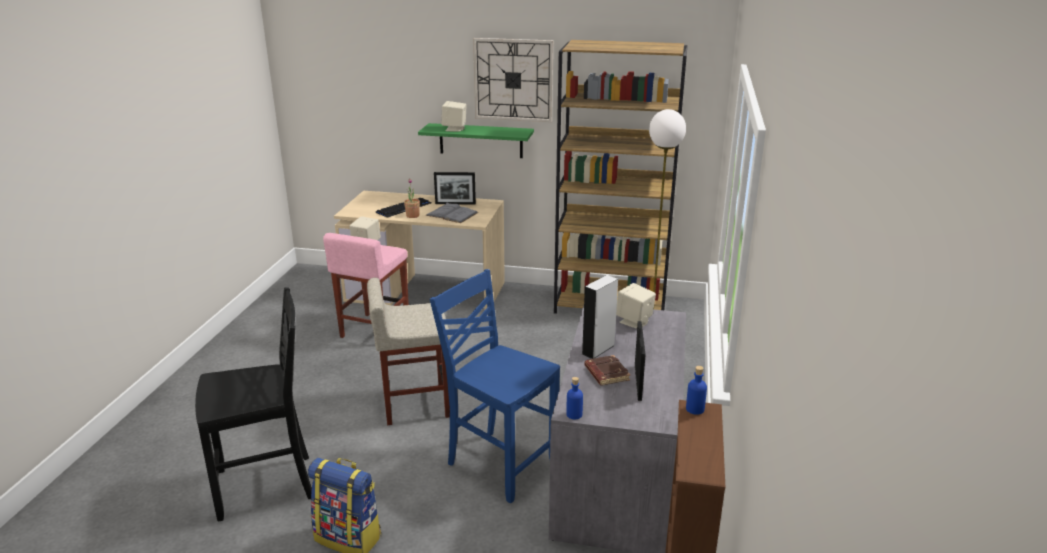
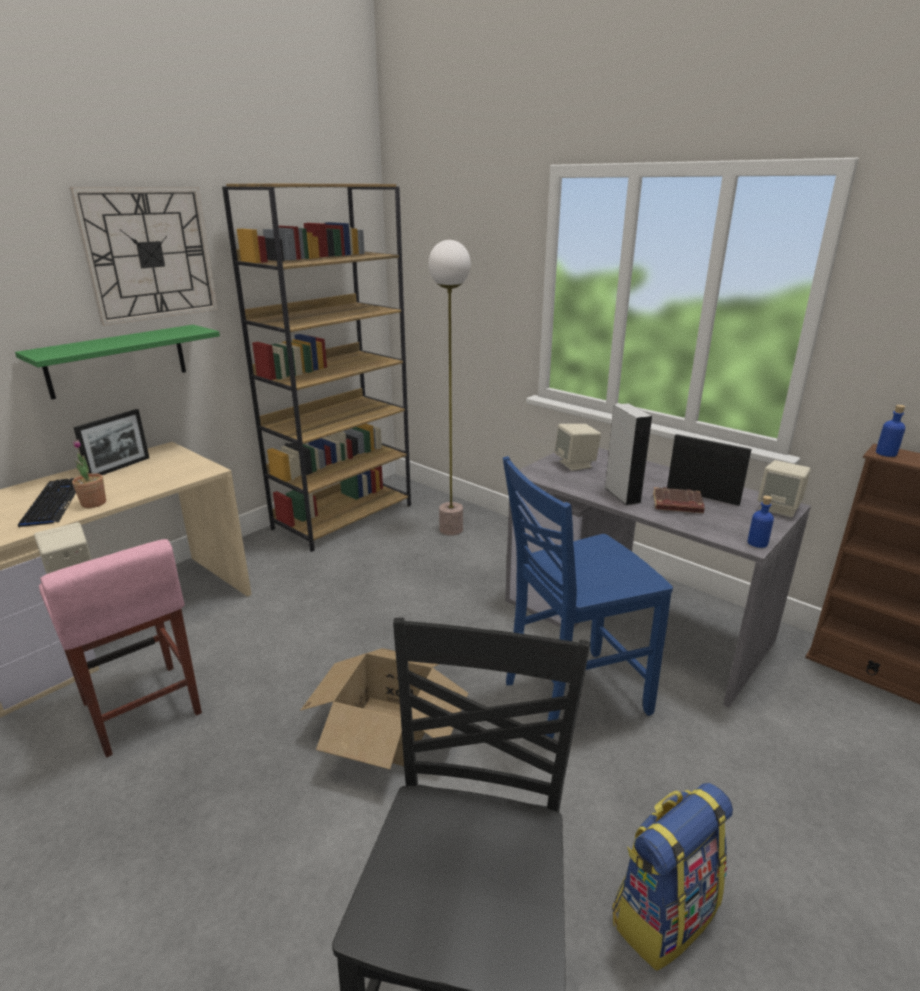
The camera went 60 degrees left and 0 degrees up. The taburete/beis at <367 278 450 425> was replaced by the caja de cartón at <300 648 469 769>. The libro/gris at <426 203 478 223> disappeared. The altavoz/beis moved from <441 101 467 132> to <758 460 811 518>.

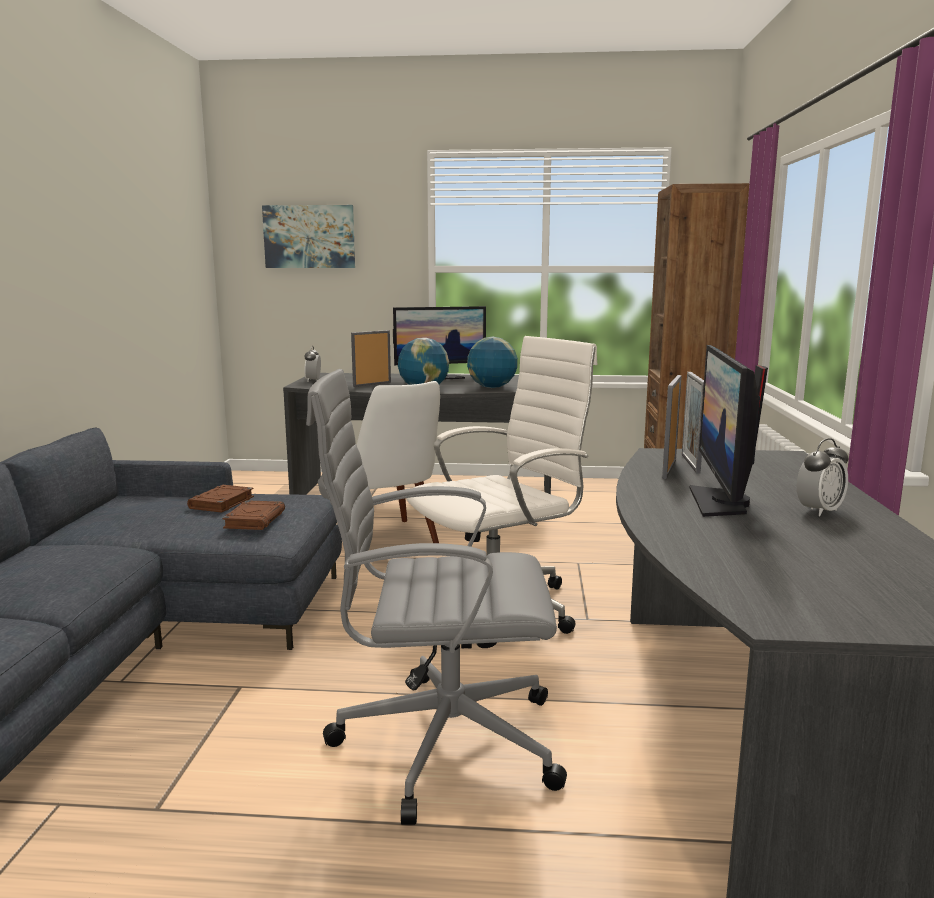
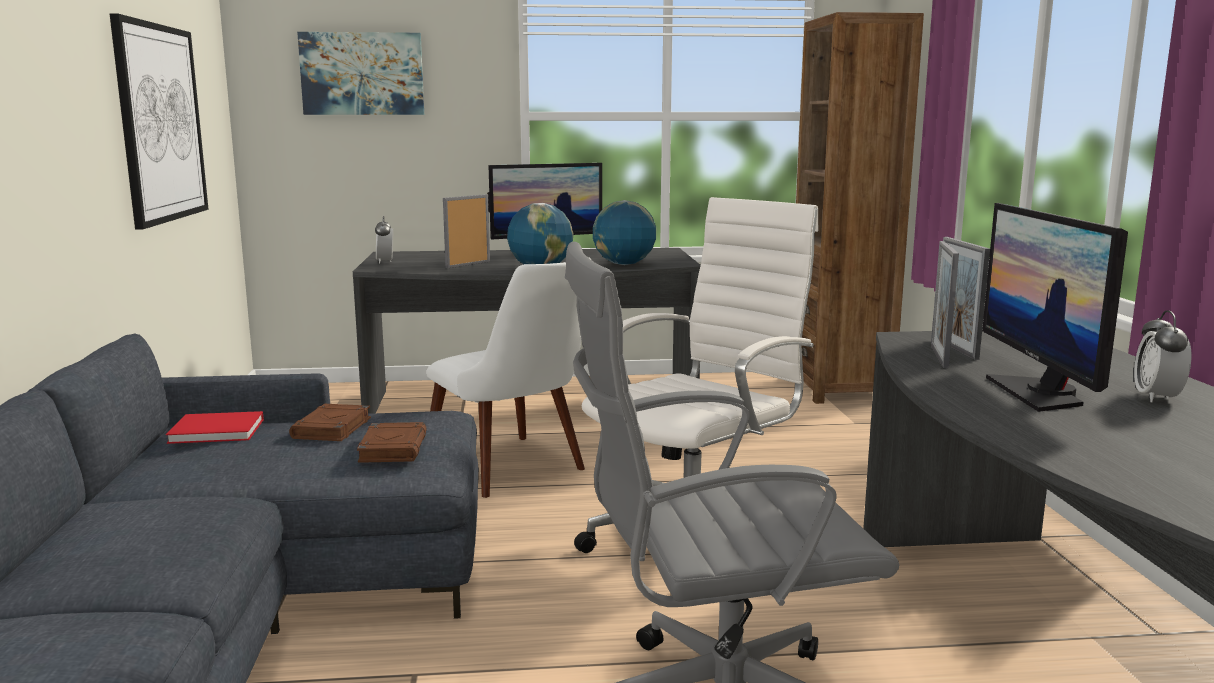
The camera went 10 degrees left and 0 degrees up. The despertador at <797 438 848 516> turned 150 degrees clockwise. The cuadro at <109 13 208 229> appeared. The libro/rojo at <166 411 264 444> appeared.

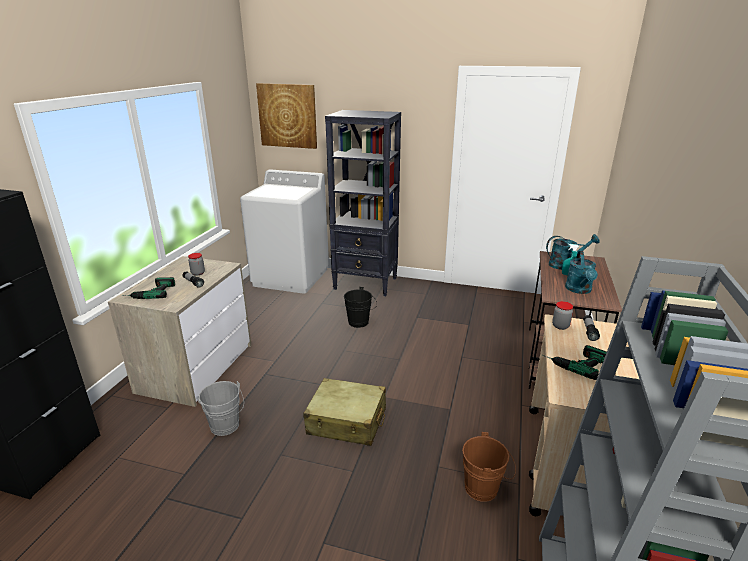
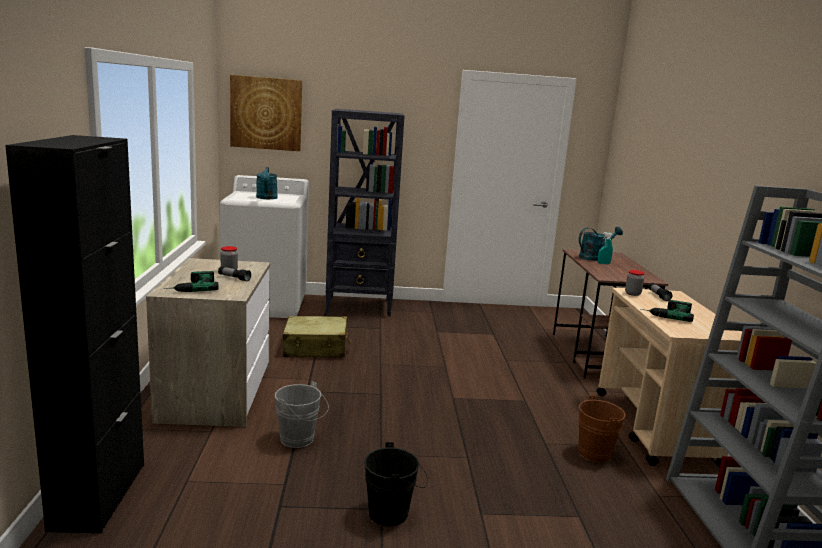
The camera went 20 degrees left and 10 degrees down. The maleta/beis moved from <303 378 386 446> to <283 316 351 357>. The cubo/negro moved from <344 287 377 328> to <364 442 428 526>. The regadera/turquesa moved from <565 251 598 294> to <256 167 278 199>.

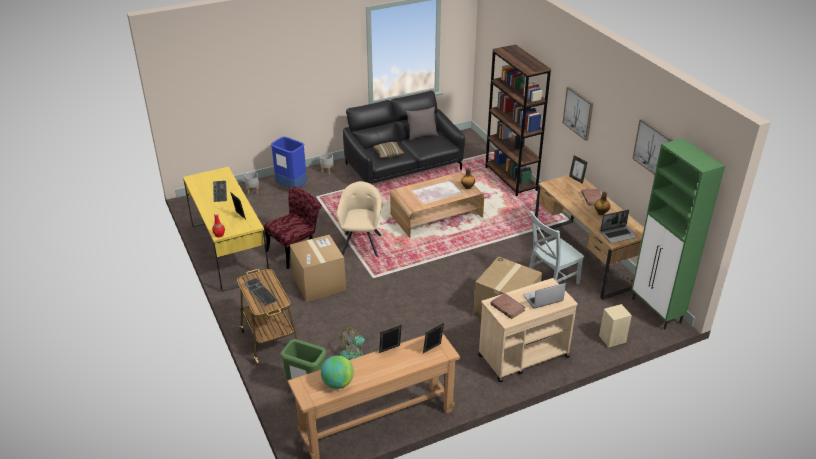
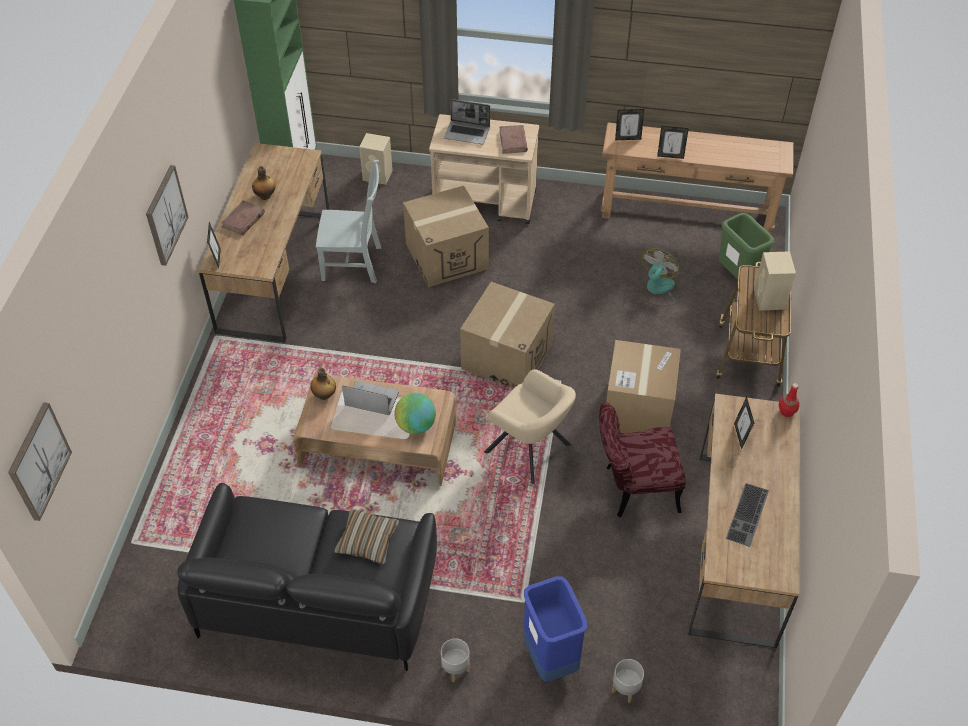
The camera went 145 degrees left and 15 degrees up. The escritorio/amarillo at <183 167 270 292> became the escritorio/marrón at <689 394 800 649>. The teclado at <243 278 278 306> was replaced by the altavoz/beis at <754 251 796 310>. The globo terráqueo moved from <321 356 354 389> to <394 393 436 434>. The sillón/beis at <336 181 381 257> turned 90 degrees counterclockwise. The ventilador at <340 327 372 360> turned 60 degrees counterclockwise. The cojín/gris at <406 107 438 141> disappeared. The estantería/marrón at <485 44 551 196> disappeared. The portátil moved from <600 210 637 243> to <342 381 399 415>. The cuadro moved from <632 119 672 175> to <8 402 72 521>. The caja de cartón at <460 282 555 389> appeared.

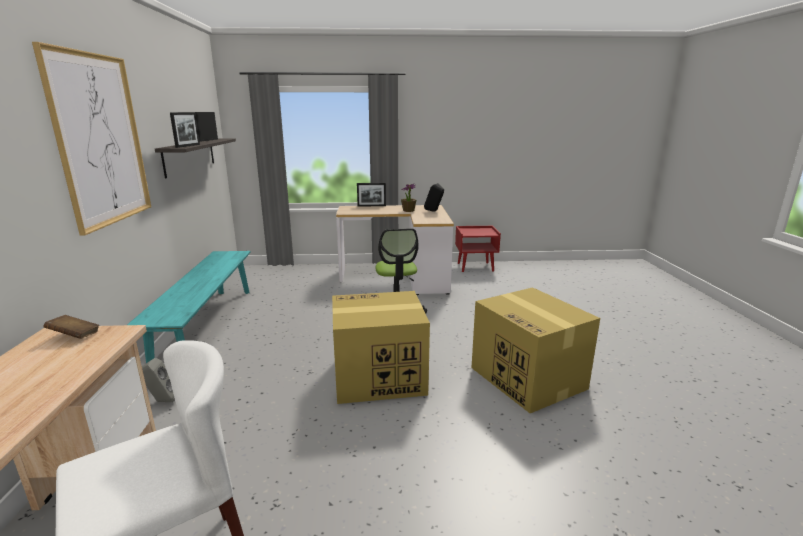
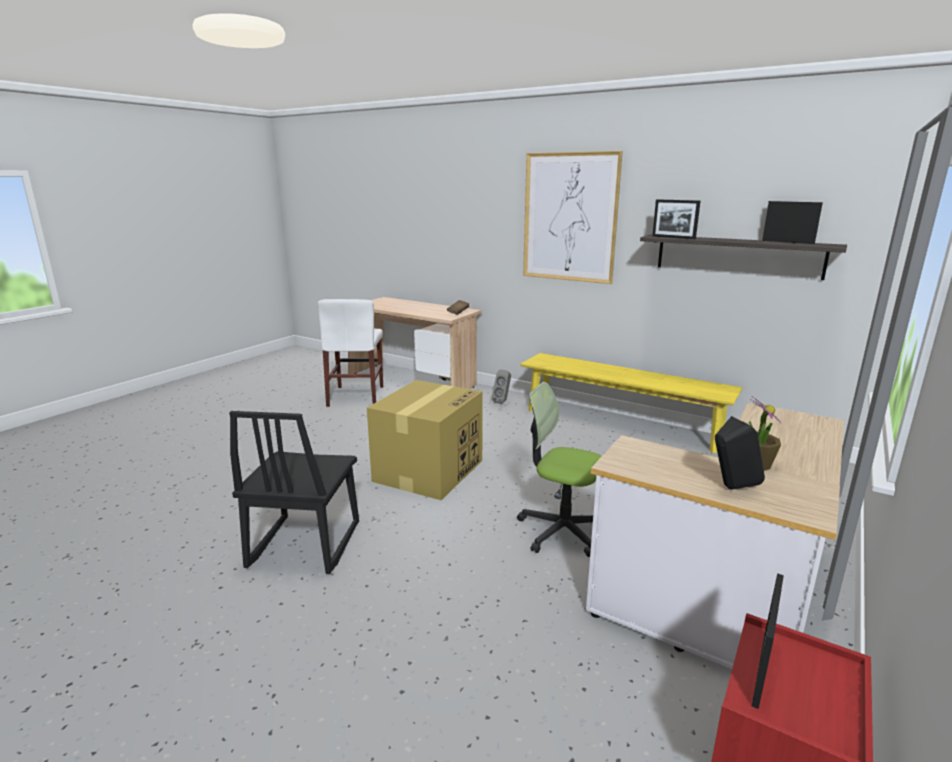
The camera went 125 degrees right and 0 degrees up. The banco/turquesa at <127 251 250 363> became the banco/amarillo at <520 353 743 453>. The portarretratos moved from <357 183 386 207> to <752 573 784 709>. The caja de cartón at <471 287 600 413> was replaced by the silla/negro at <229 411 359 574>.

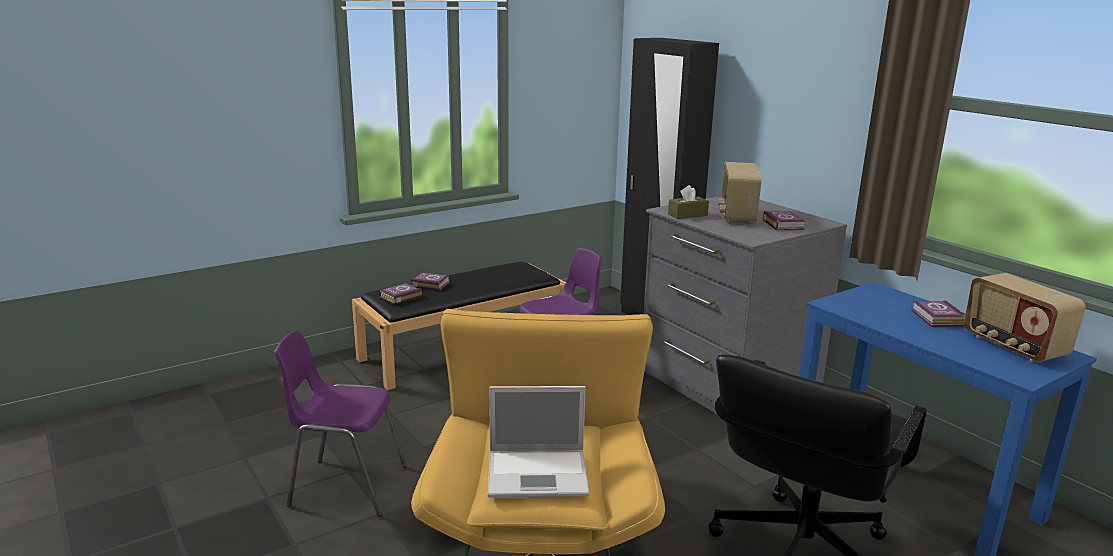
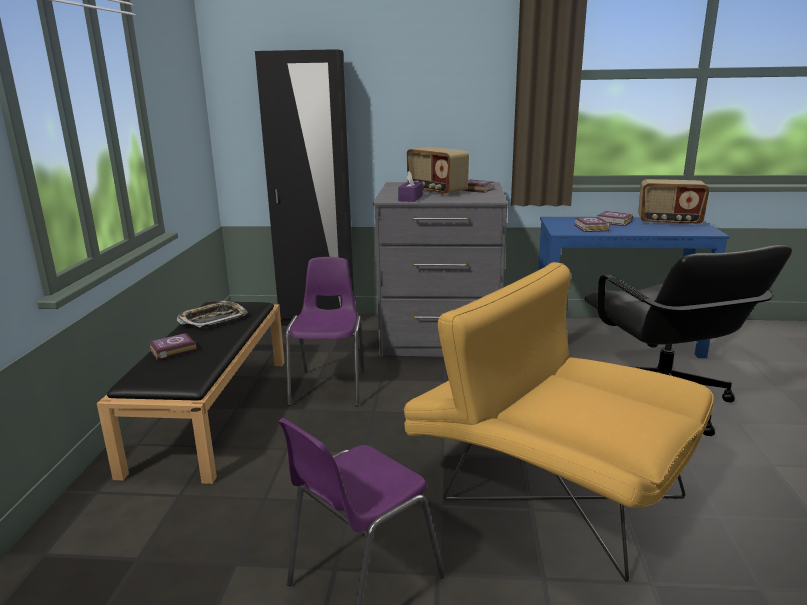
The camera went 50 degrees left and 0 degrees up. The libro moved from <380 283 422 305> to <574 217 610 232>. The portátil at <488 386 589 497> disappeared. The caja de pañuelos/marrón at <668 185 709 219> became the caja de pañuelos/morado at <398 171 423 202>. The bandeja at <177 301 248 327> appeared.

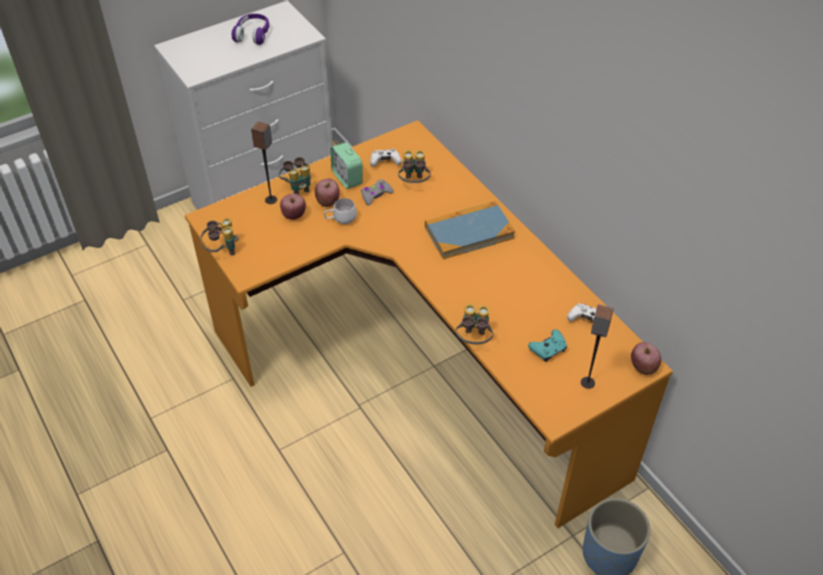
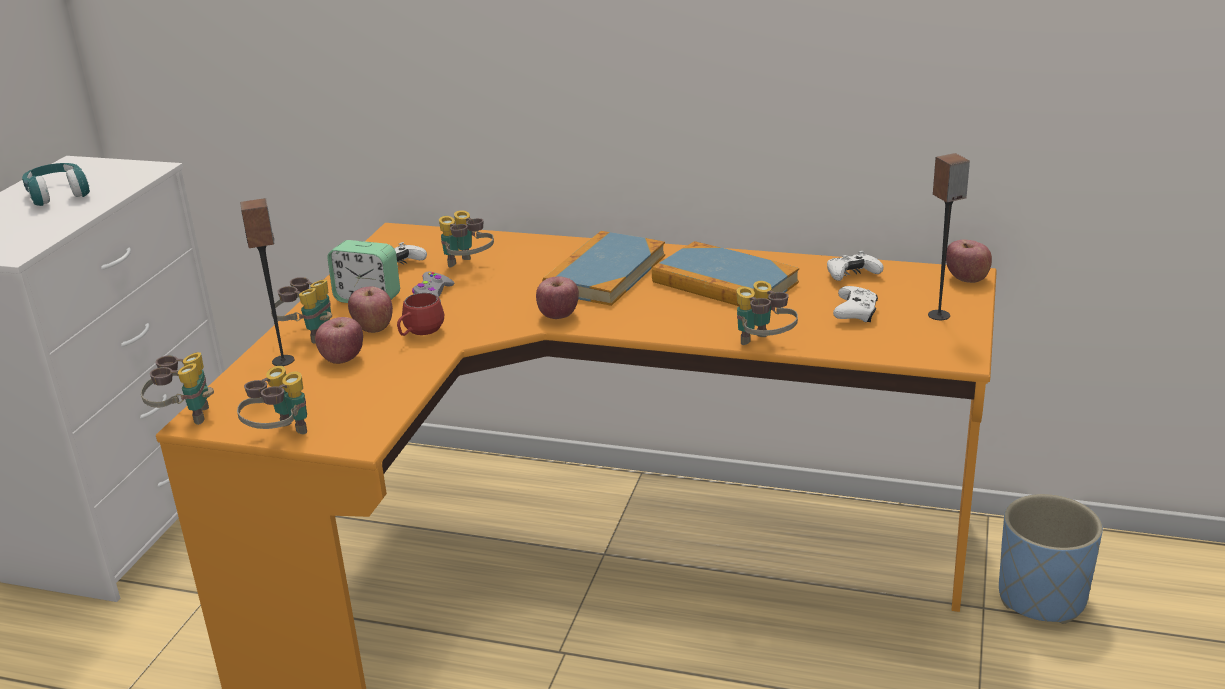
The camera went 40 degrees left and 20 degrees down. The auriculares/morado at <232 14 269 45> became the auriculares/turquesa at <22 163 90 206>. The taza grande/blanco at <324 198 357 224> became the taza grande/rojo at <397 293 444 336>. The mando de consola/turquesa at <528 330 567 362> became the mando de consola/blanco at <833 286 878 322>. The prismáticos at <141 352 214 425> appeared. The manzana at <536 276 579 319> appeared. The libro at <652 241 799 306> appeared.

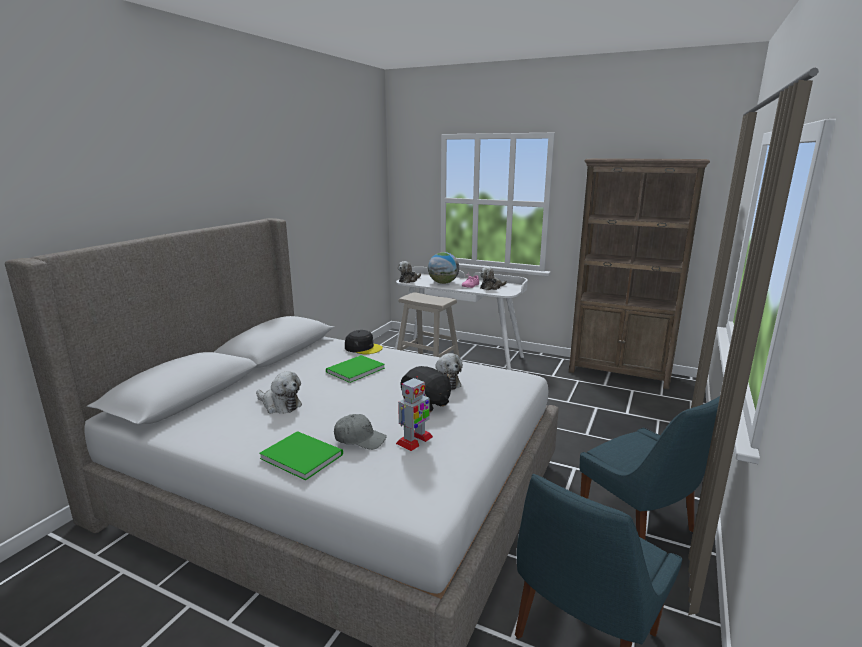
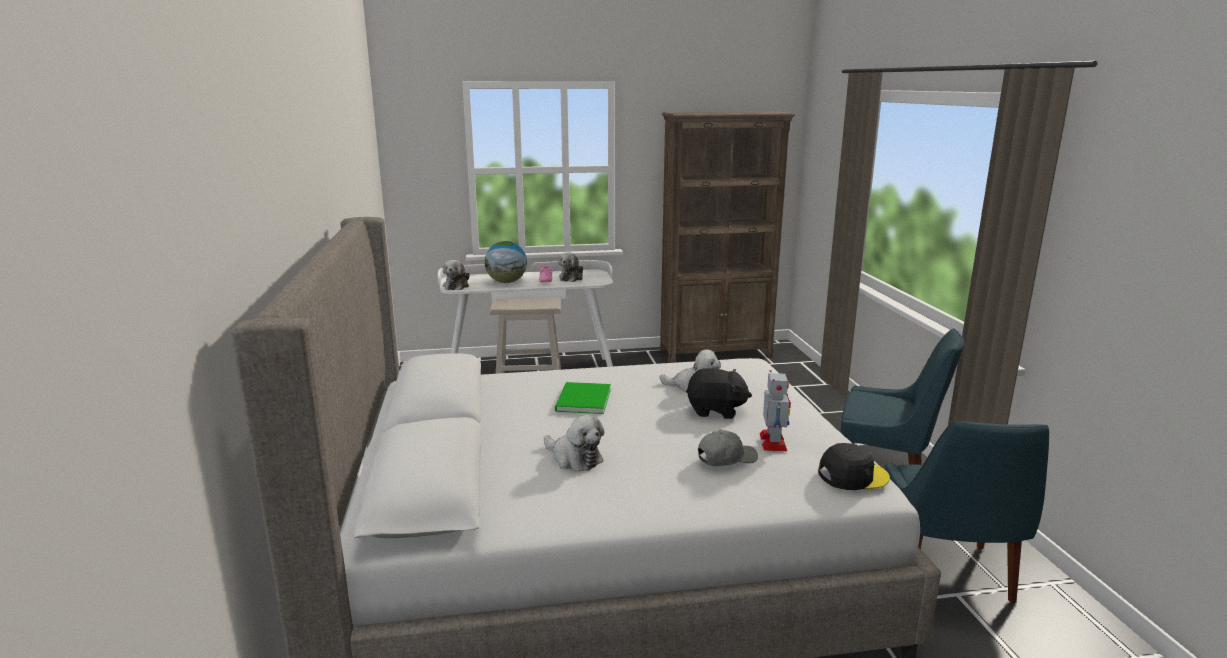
The camera went 35 degrees left and 0 degrees up. The peluche at <256 371 302 414> turned 45 degrees clockwise. The libro/verde at <259 431 343 480> disappeared. The gorra/negro moved from <345 330 383 354> to <818 443 890 490>.

